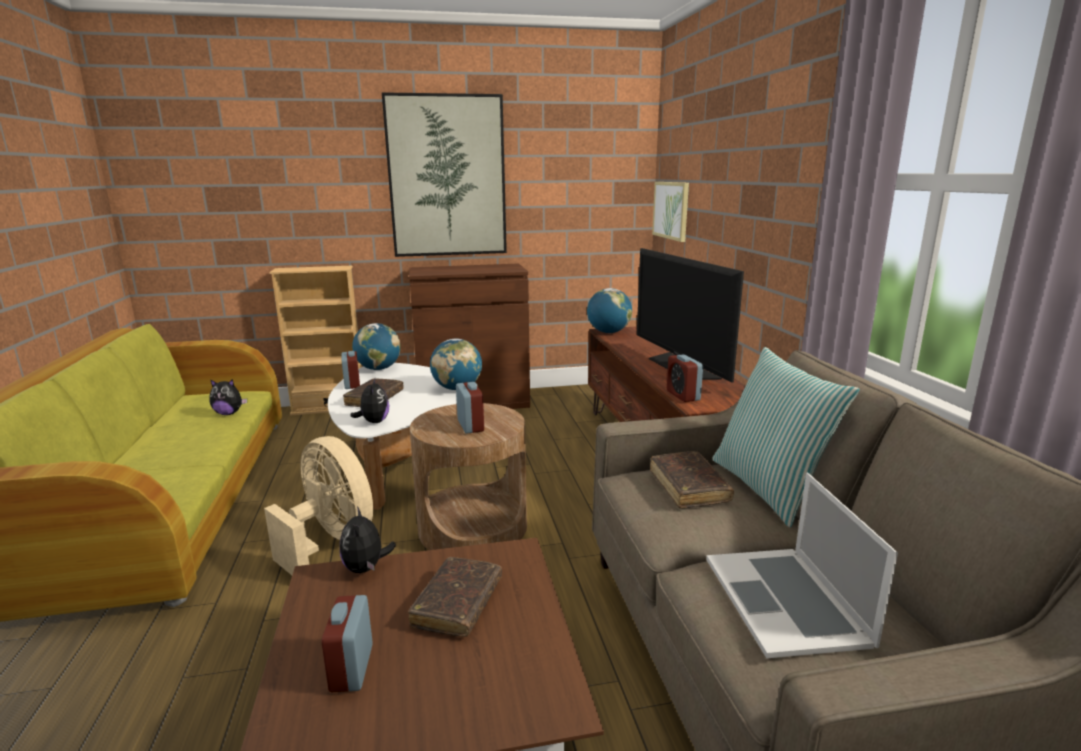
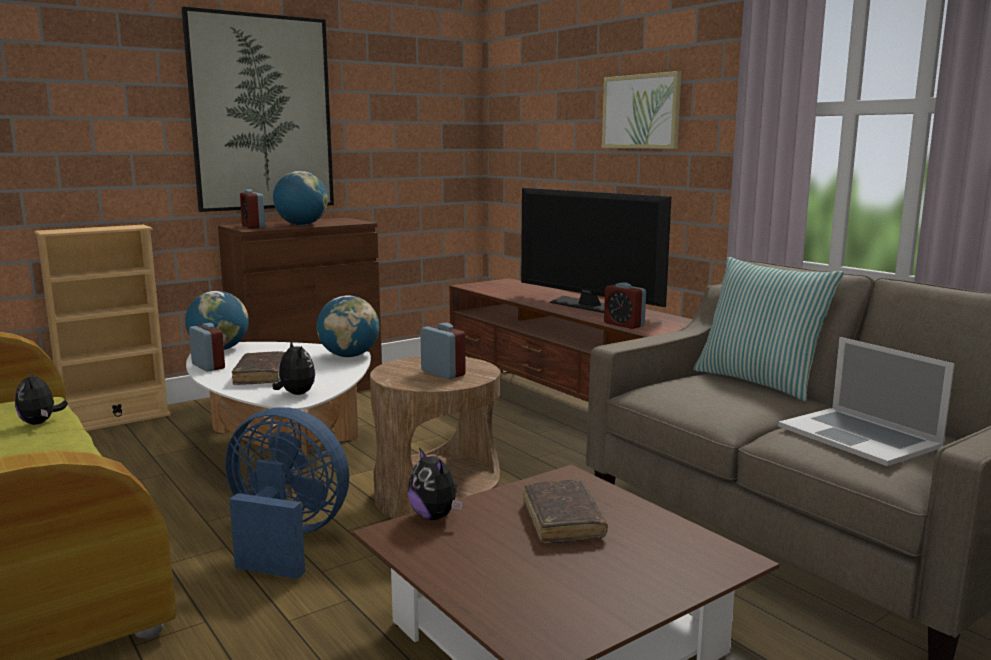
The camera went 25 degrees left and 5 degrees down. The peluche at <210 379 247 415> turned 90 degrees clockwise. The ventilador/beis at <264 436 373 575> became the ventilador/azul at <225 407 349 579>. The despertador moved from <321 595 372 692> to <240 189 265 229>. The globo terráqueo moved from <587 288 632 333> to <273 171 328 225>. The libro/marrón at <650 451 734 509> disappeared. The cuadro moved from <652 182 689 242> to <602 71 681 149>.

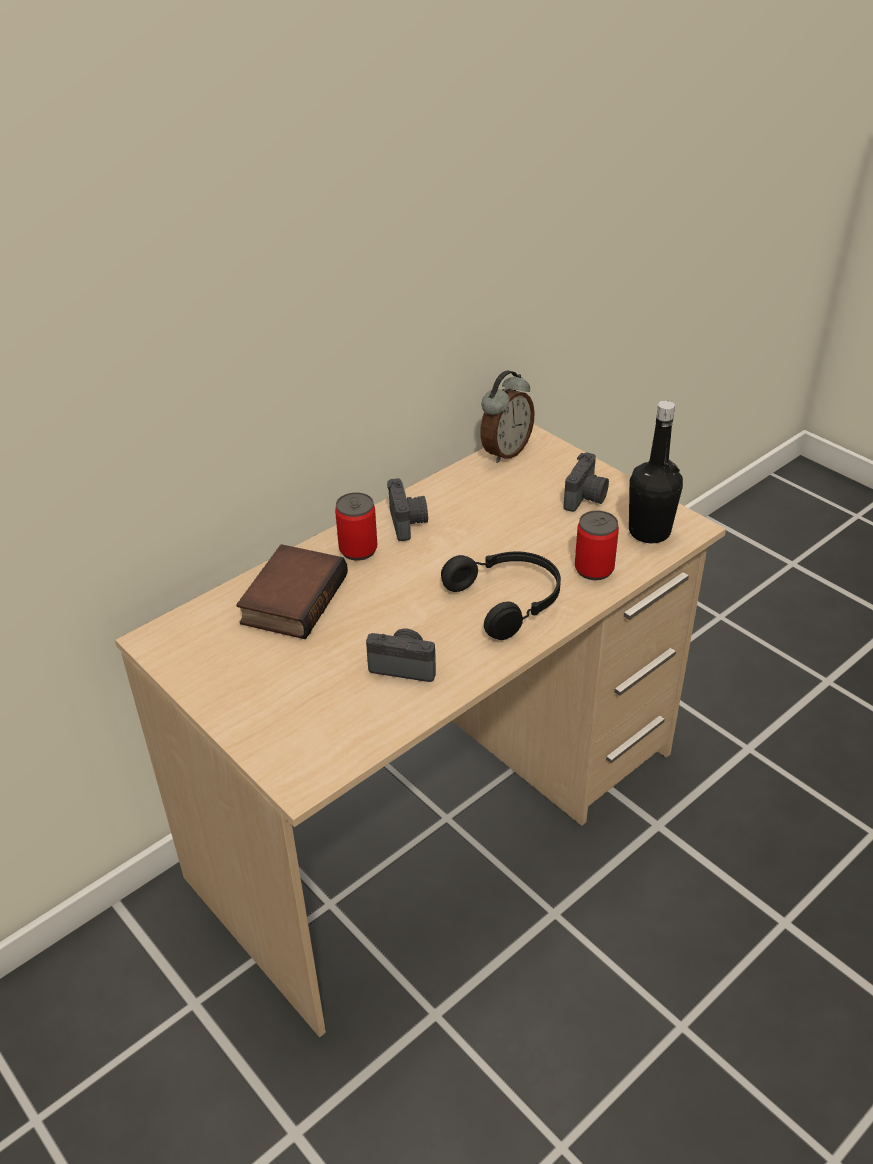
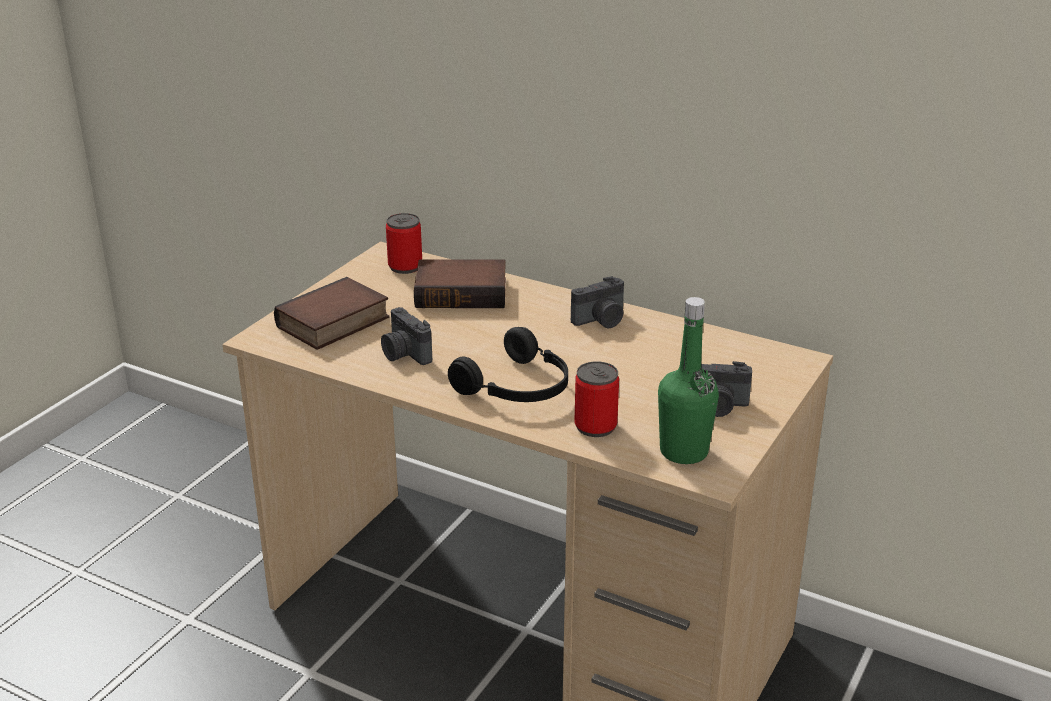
The camera went 70 degrees right and 10 degrees down. The lata moved from <335 492 377 561> to <386 213 422 274>. The cámara at <366 629 436 682> turned 150 degrees clockwise. The despertador at <480 370 535 463> disappeared. The botella/negro at <629 400 683 543> became the botella/verde at <658 297 719 464>. The libro at <274 277 389 350> appeared.

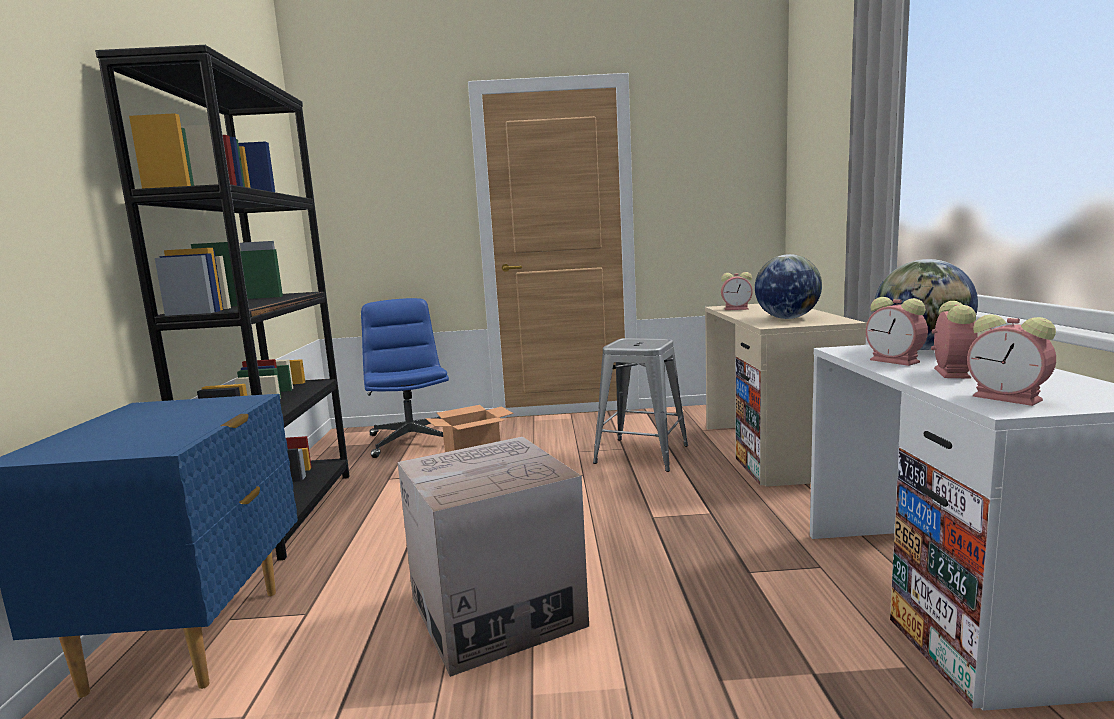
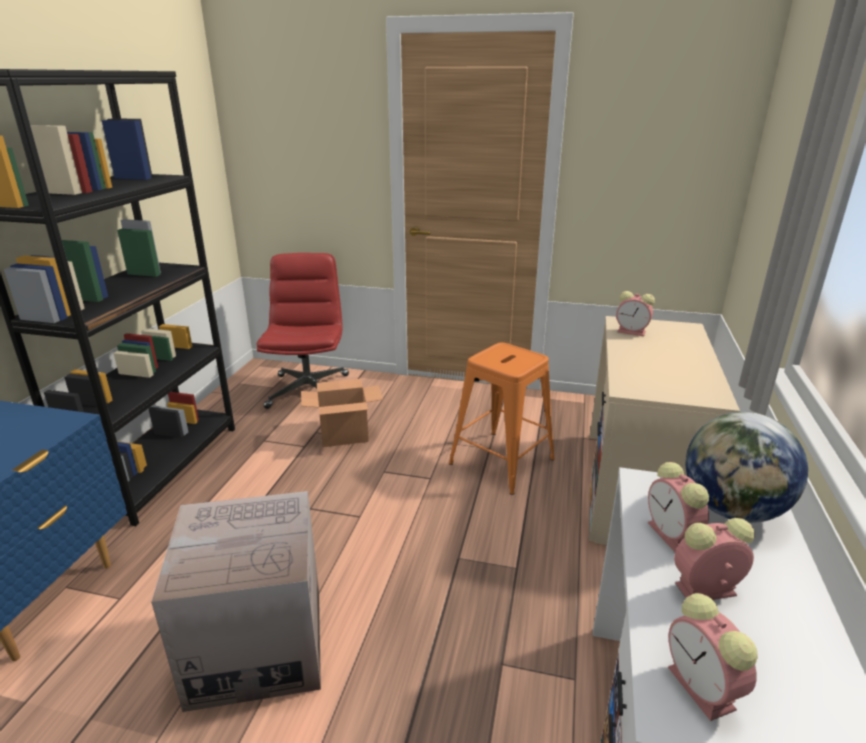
The camera went 15 degrees right and 15 degrees up. The silla de oficina/azul at <361 298 449 458> became the silla de oficina/rojo at <256 253 349 409>. The taburete/gris at <593 338 688 472> became the taburete/naranja at <449 342 555 495>. The globo terráqueo at <755 254 822 319> disappeared. The despertador at <931 301 978 379> turned 135 degrees counterclockwise.

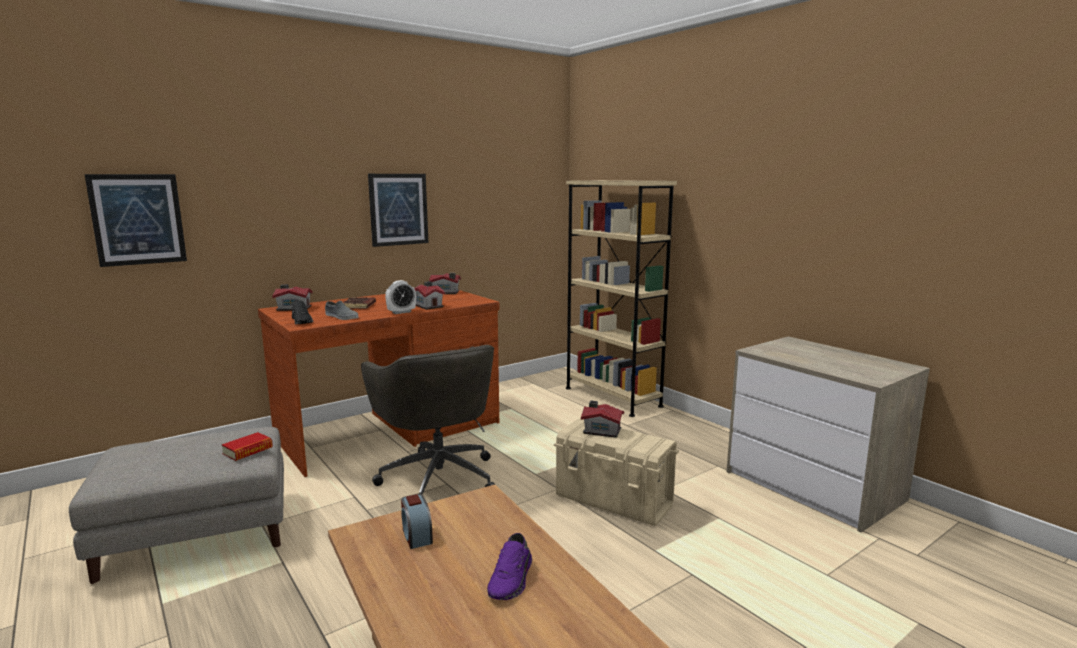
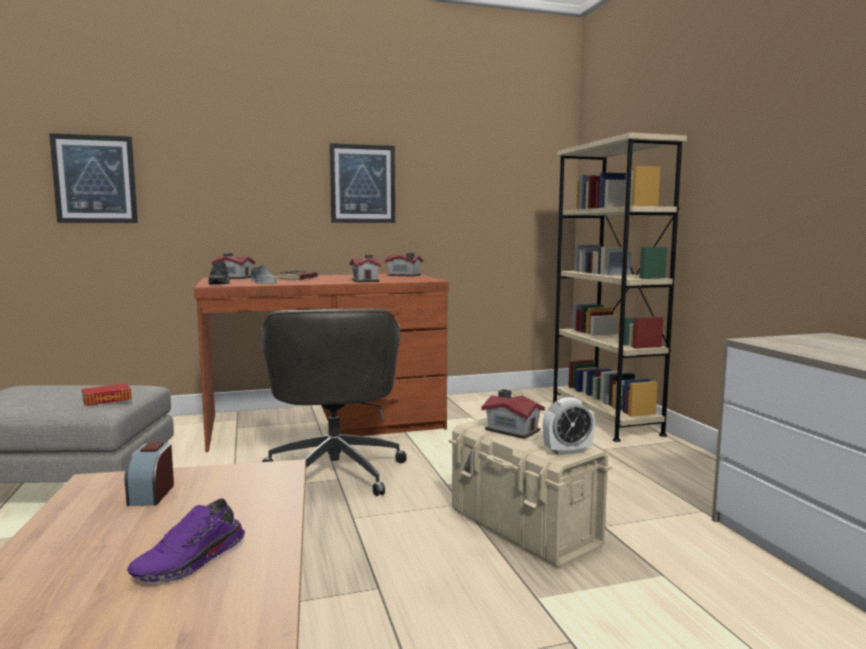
The camera went 20 degrees right and 5 degrees down. The despertador moved from <385 280 416 314> to <543 397 595 455>.

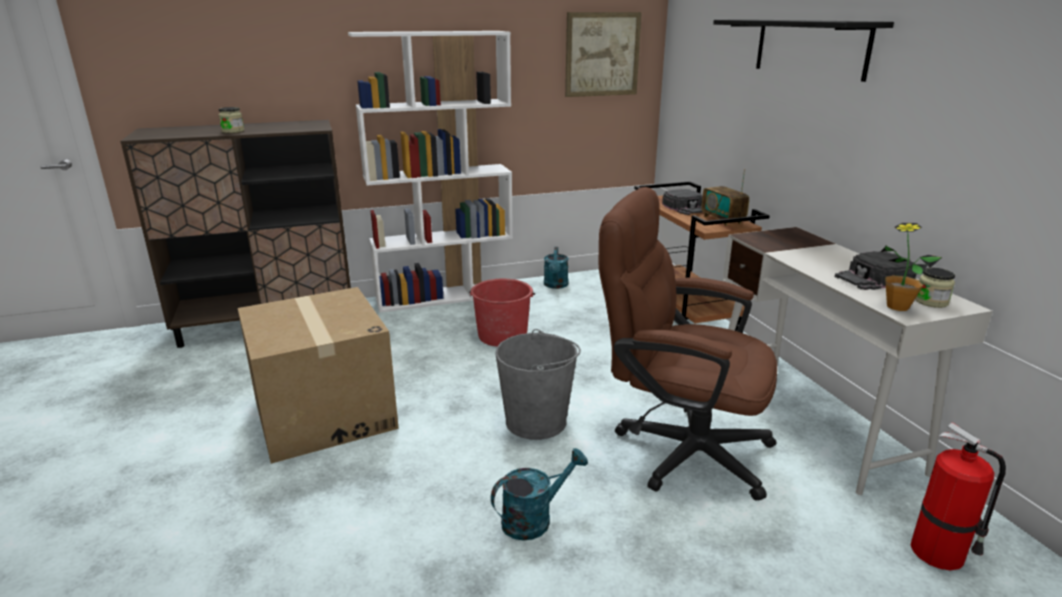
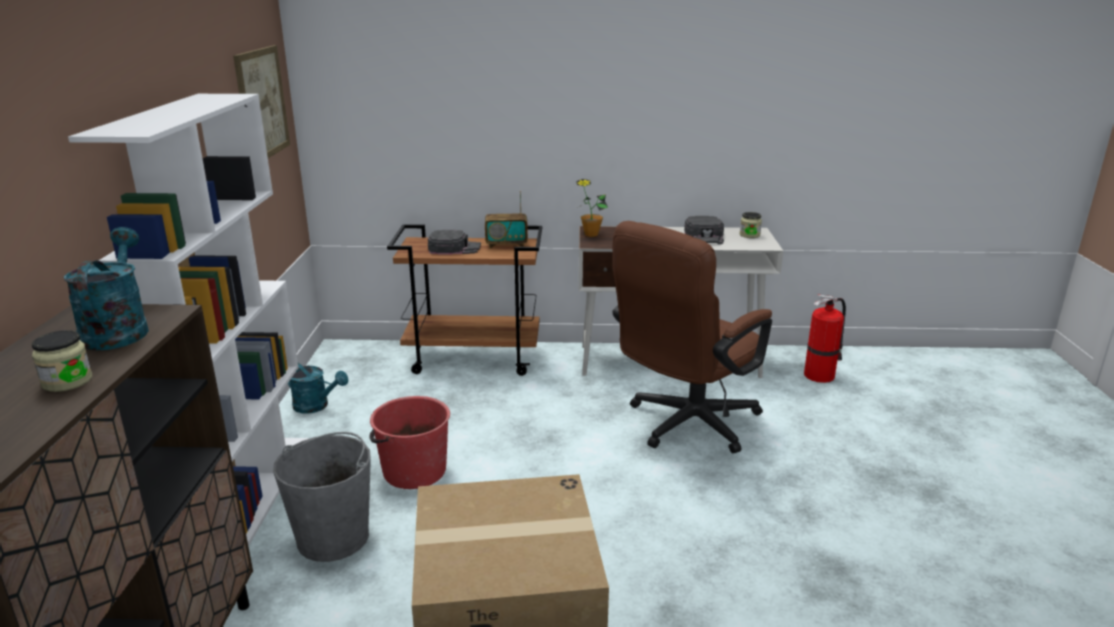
The camera went 70 degrees left and 0 degrees up. The regadera/turquesa moved from <491 448 588 541> to <64 227 149 351>. The cubo/gris moved from <495 329 581 440> to <273 432 371 562>. The estante/negro at <713 20 894 82> disappeared. The planta en maceta moved from <881 223 942 311> to <576 179 608 237>.

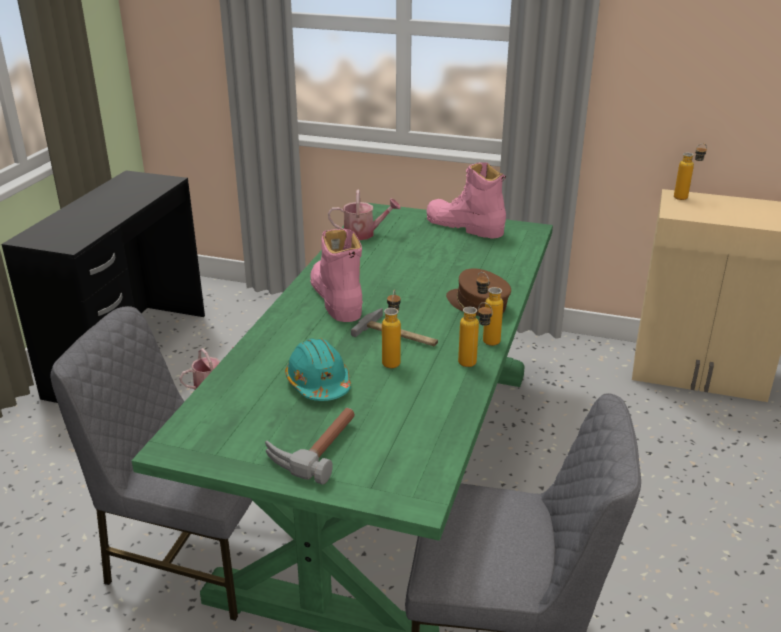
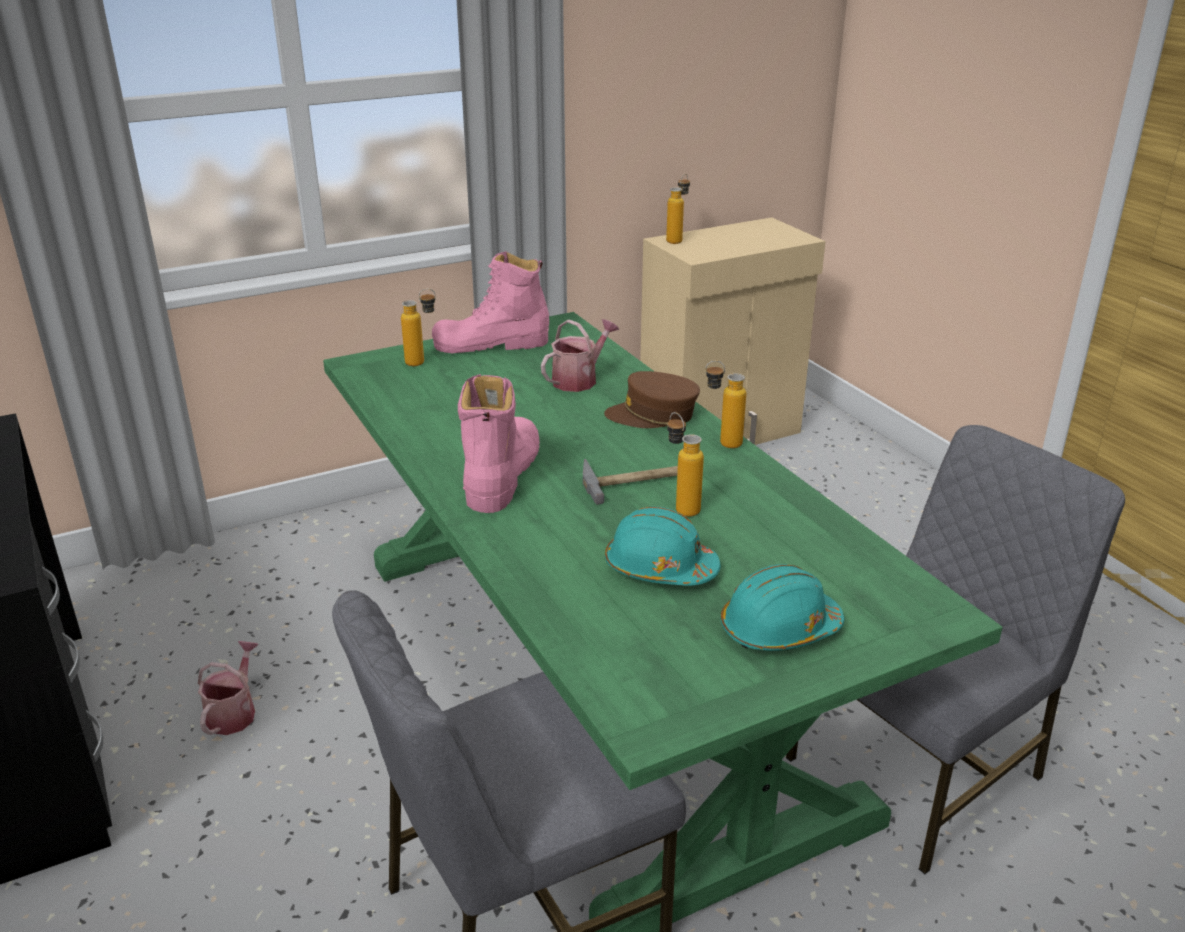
The camera went 45 degrees left and 0 degrees up. The martillo at <265 408 355 485> was replaced by the casco/turquesa at <721 564 844 651>. The bota/rosa at <310 229 363 322> turned 75 degrees clockwise. The regadera moved from <328 190 401 240> to <541 319 619 392>. The botella moved from <458 302 493 367> to <401 288 436 366>.

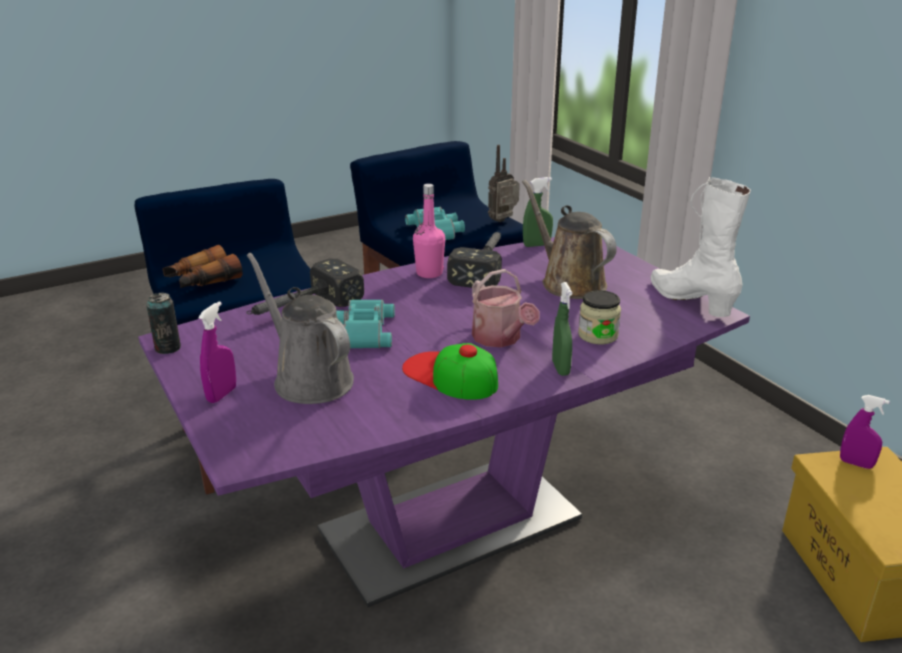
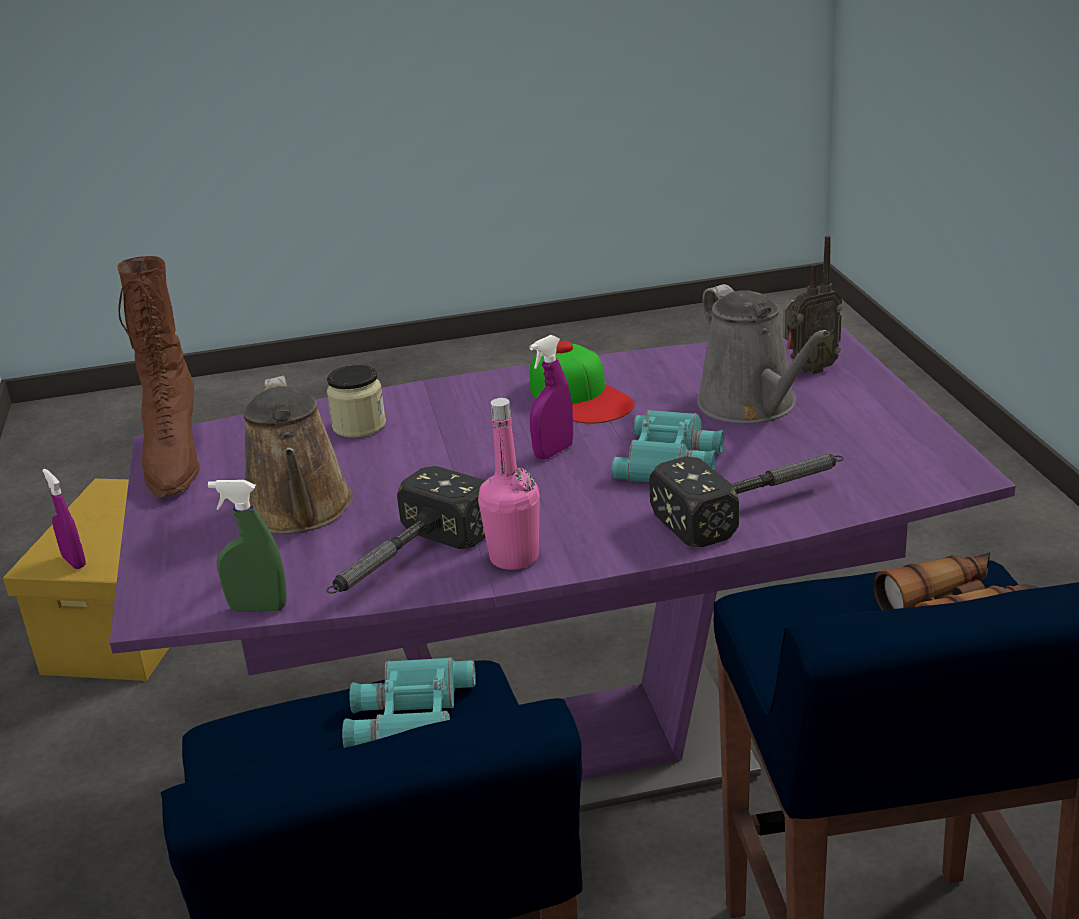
The camera went 160 degrees left and 0 degrees up. The lata at <146 292 181 354> disappeared. The pulverizador/morado moved from <198 301 236 403> to <529 335 573 460>. The regadera at <472 269 540 347> disappeared. The radio moved from <488 145 520 222> to <783 236 843 374>. The pulverizador/verde at <552 282 572 376> disappeared. The bota/blanco at <651 177 751 317> became the bota/marrón at <117 256 200 498>.

